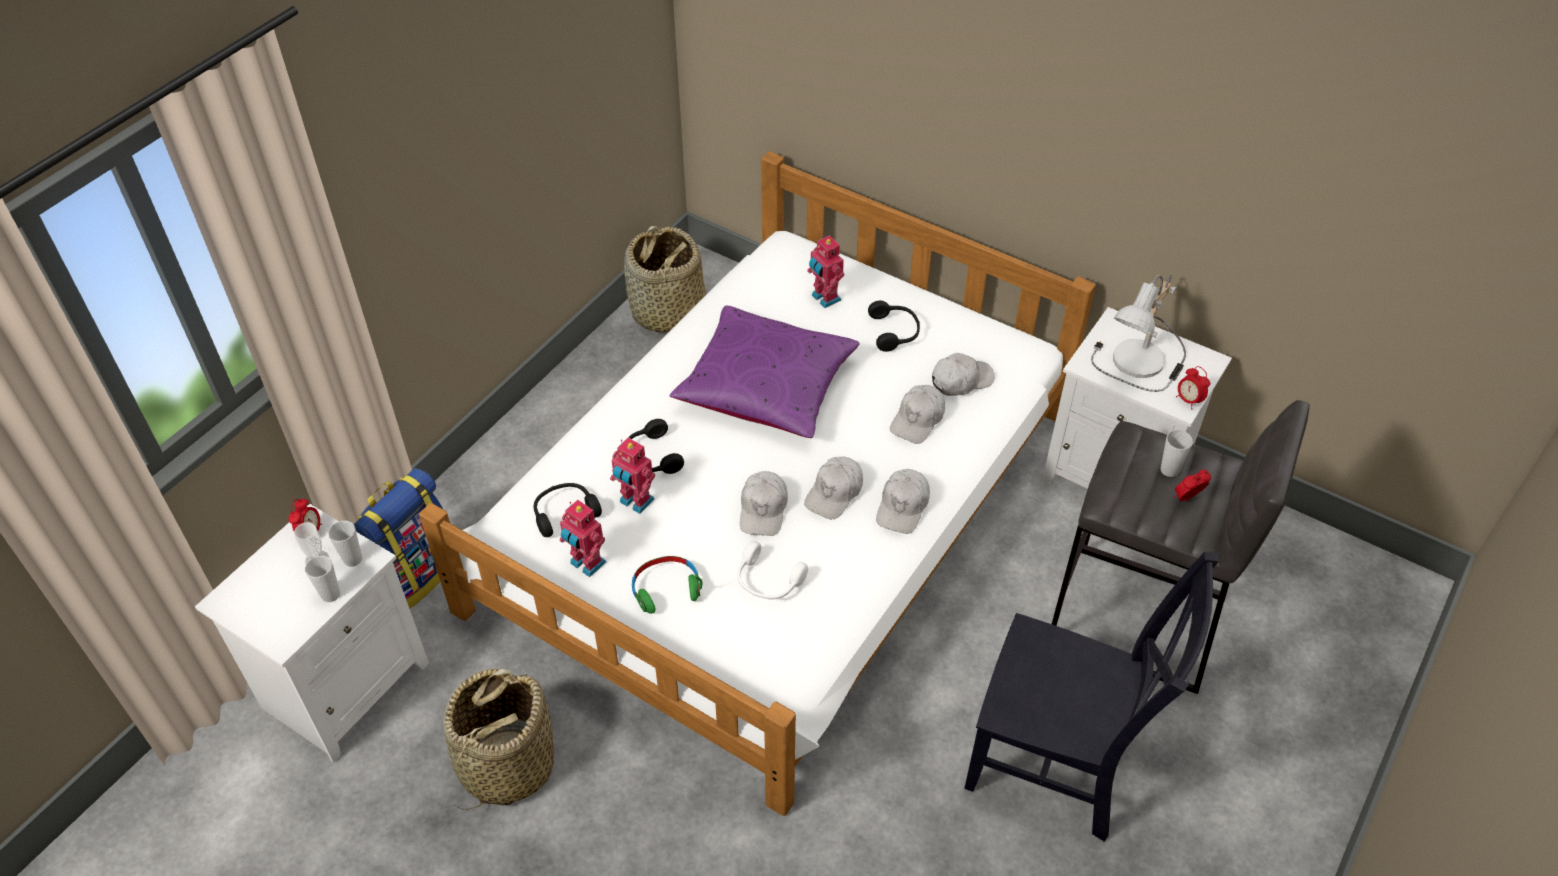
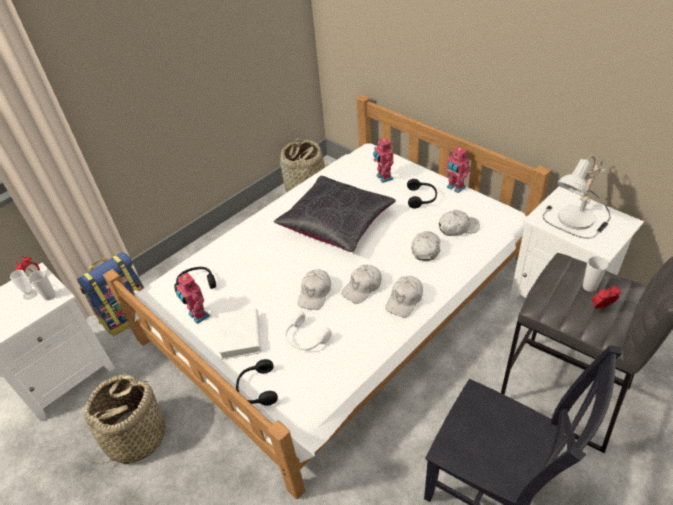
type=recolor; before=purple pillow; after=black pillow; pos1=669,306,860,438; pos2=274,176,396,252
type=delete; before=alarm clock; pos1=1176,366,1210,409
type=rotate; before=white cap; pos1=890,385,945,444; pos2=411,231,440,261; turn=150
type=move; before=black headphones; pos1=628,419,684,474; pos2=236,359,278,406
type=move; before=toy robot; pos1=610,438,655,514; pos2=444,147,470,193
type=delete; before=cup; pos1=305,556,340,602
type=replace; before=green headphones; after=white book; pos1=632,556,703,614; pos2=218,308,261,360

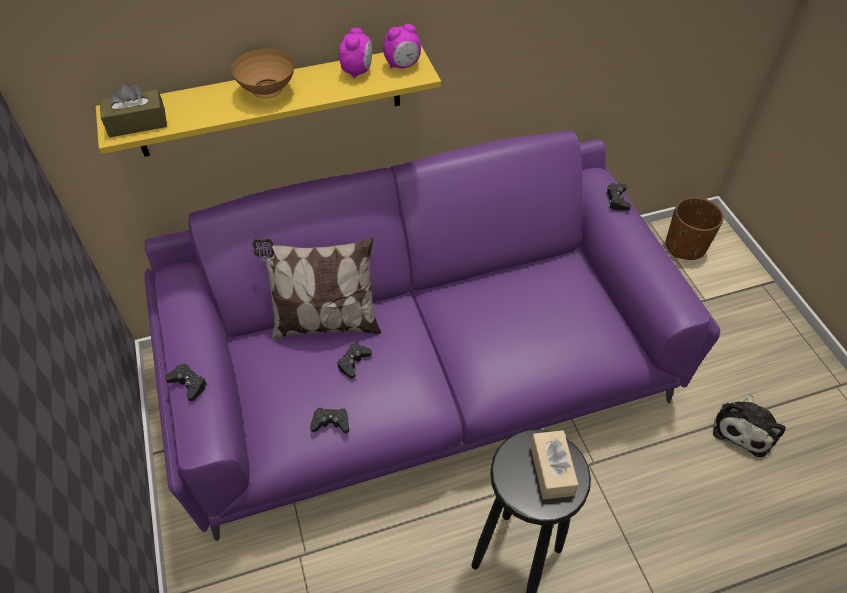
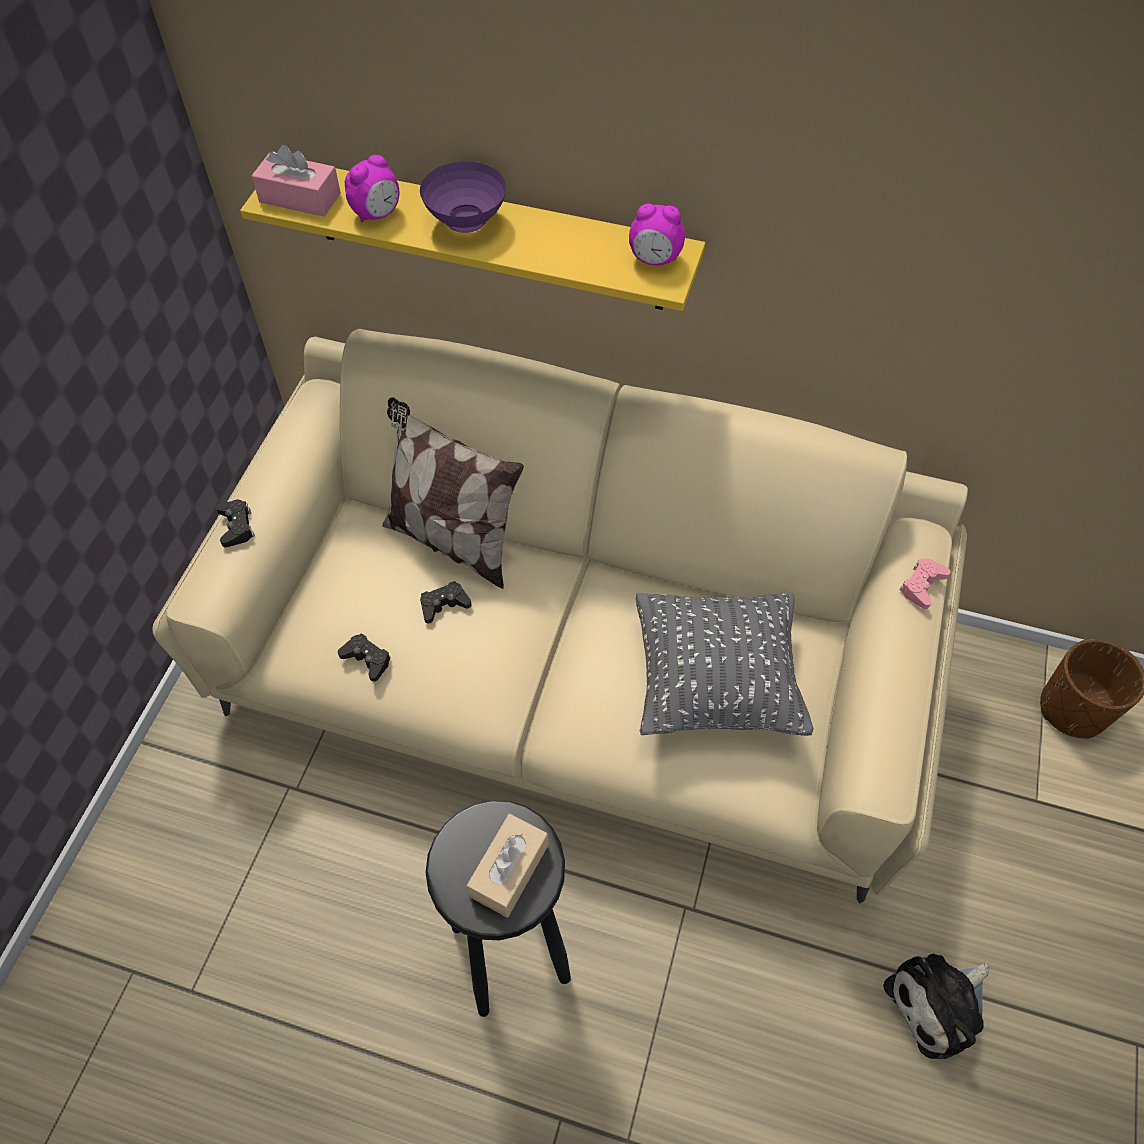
type=move; before=alarm clock; pos1=339,28,372,79; pos2=345,155,399,222
type=recolor; before=brown bowl; after=purple bowl; pos1=231,49,295,99; pos2=420,162,506,233
type=recolor; before=brown tissue box; after=pink tissue box; pos1=100,84,167,137; pos2=251,145,341,217
type=recolor; before=purple sofa; after=beige sofa; pos1=144,130,720,541; pos2=152,329,968,903
type=recolor; before=black game controller; after=pink game controller; pos1=605,183,631,211; pos2=900,558,951,609
type=insert; after=grey pillow; pos2=636,592,813,736

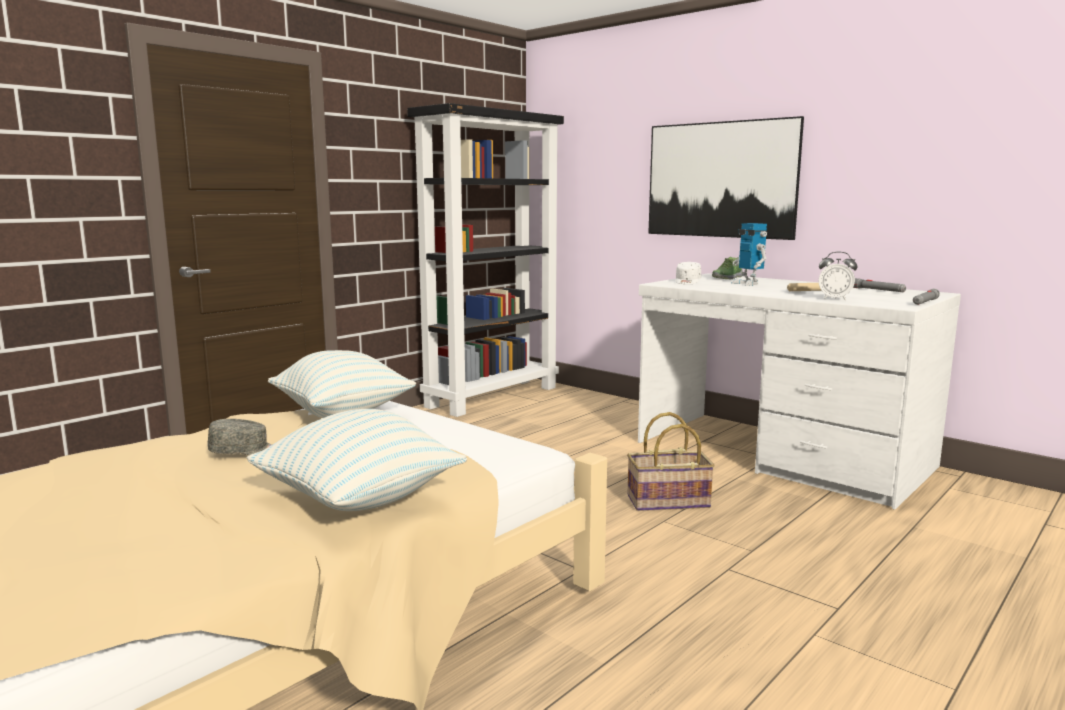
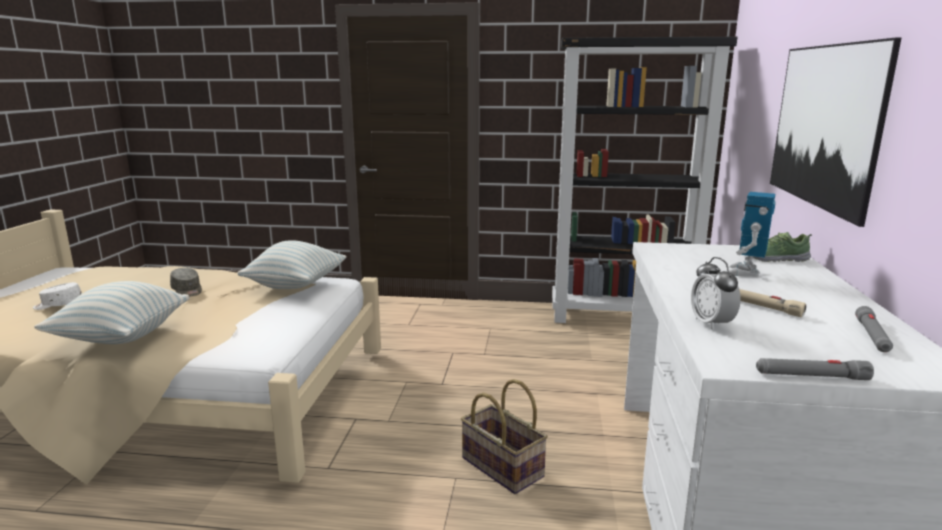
type=move; before=white cap; pos1=676,262,701,284; pos2=33,282,82,310

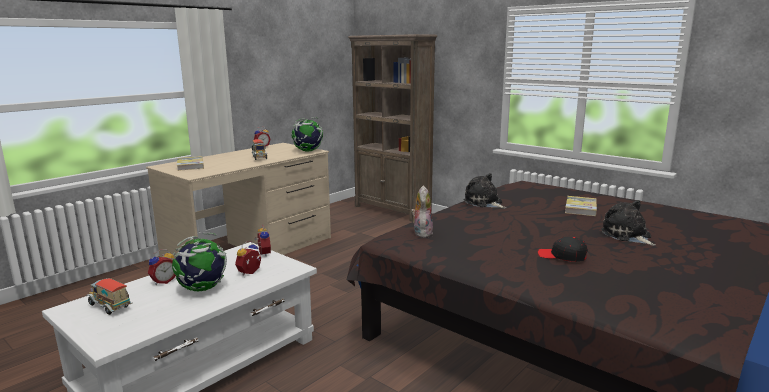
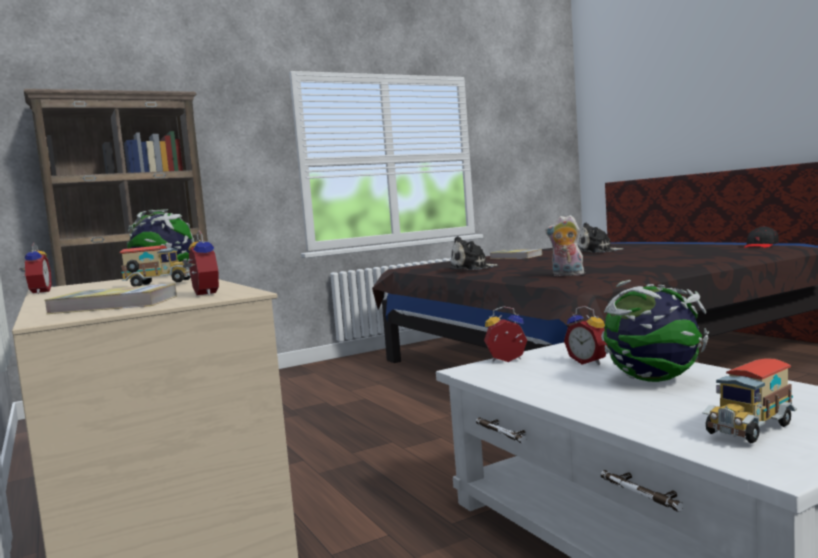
type=move; before=black cap; pos1=538,237,588,262; pos2=744,226,779,248
type=move; before=alarm clock; pos1=148,249,176,285; pos2=182,230,219,295

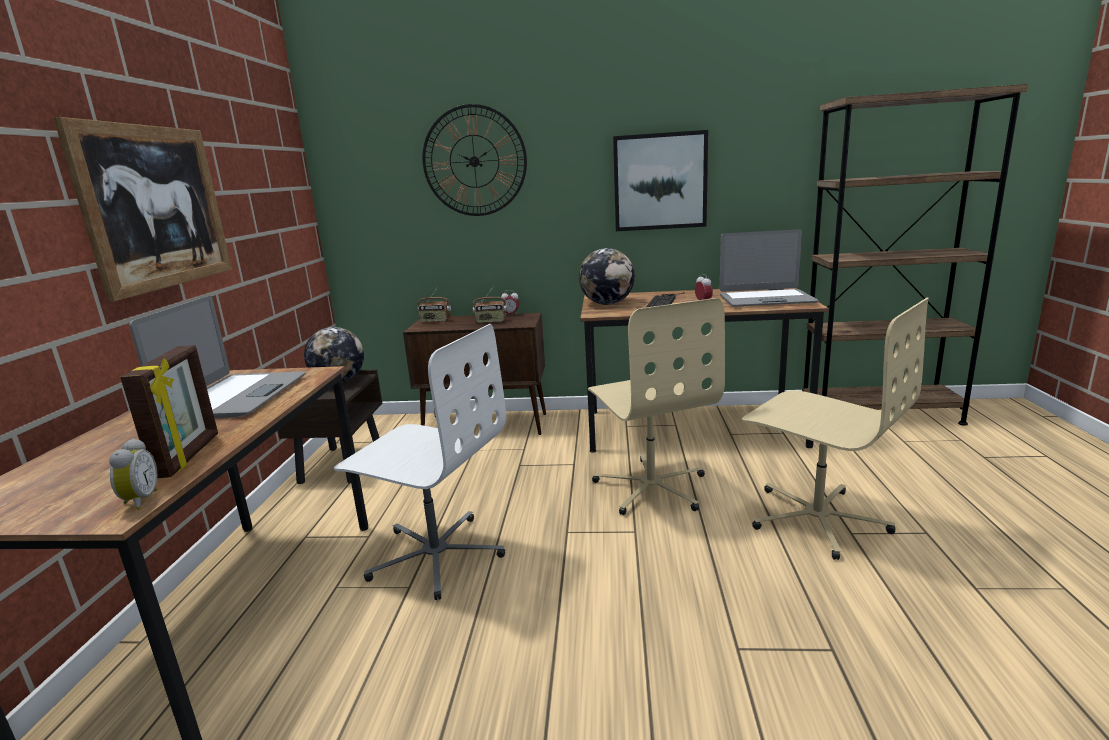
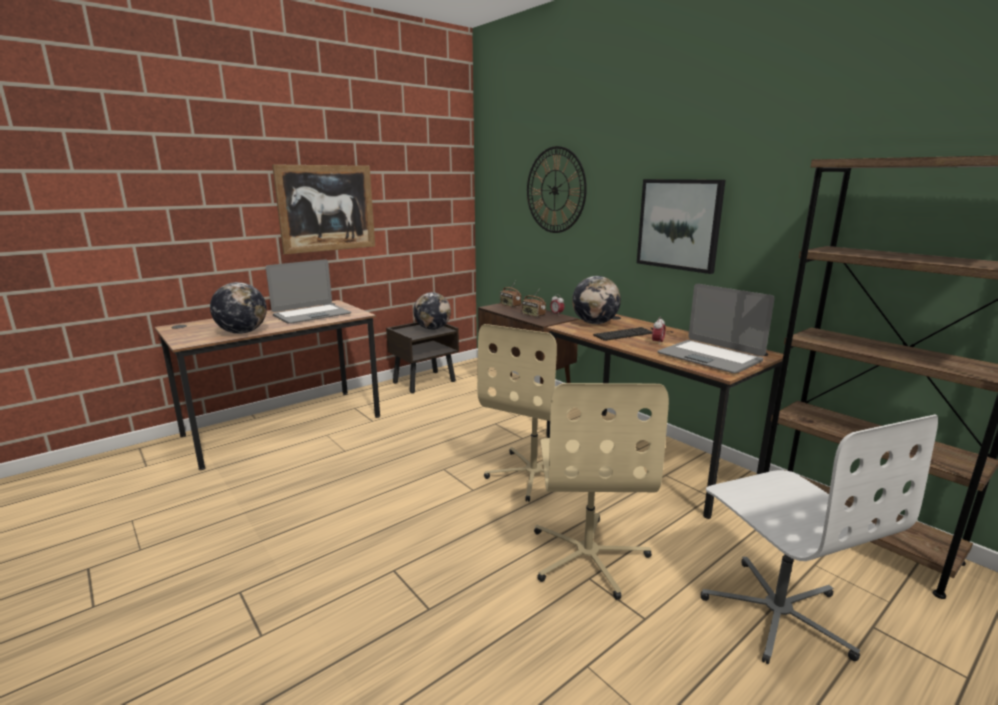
type=move; before=white office chair; pos1=334,324,506,600; pos2=700,414,938,664
type=replace; before=picture frame; after=globe; pos1=120,345,218,478; pos2=210,282,267,334
type=delete; before=alarm clock; pos1=109,438,157,510

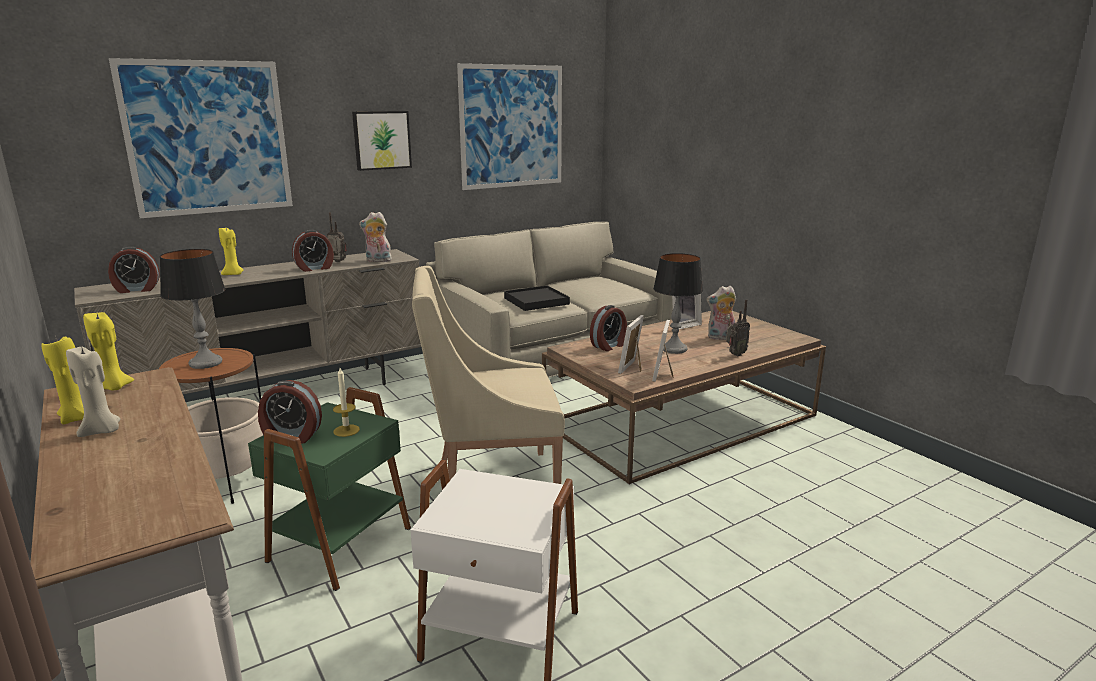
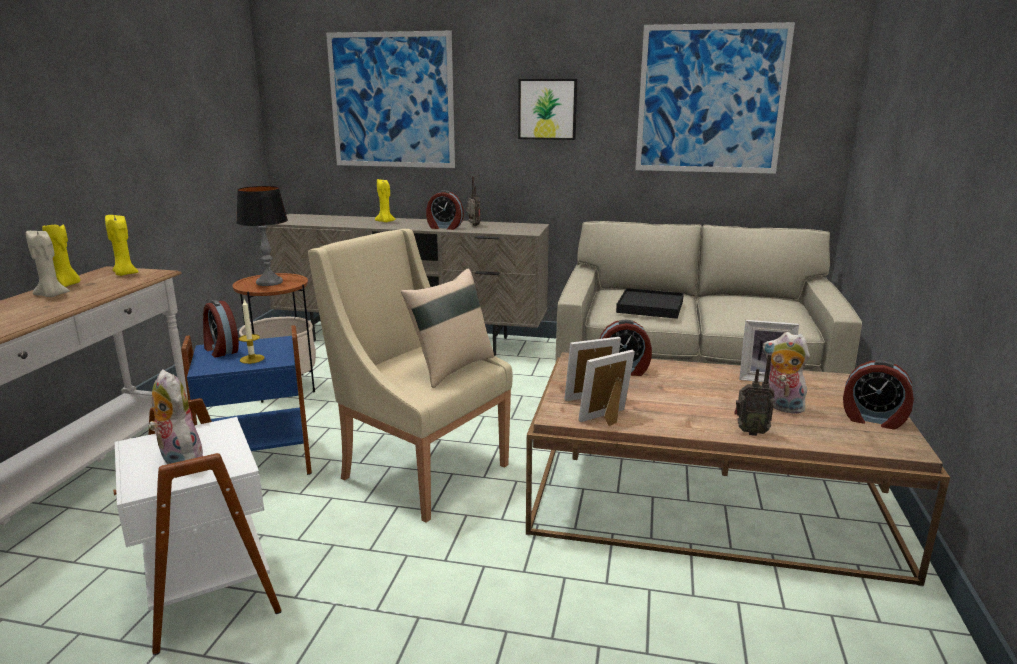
type=move; before=plush toy; pos1=359,212,392,262; pos2=148,370,203,464
type=move; before=alarm clock; pos1=108,247,160,293; pos2=843,360,914,429
type=delete; before=table lamp; pos1=653,253,703,354
type=recolor; before=green side table; after=blue side table; pos1=248,387,411,591; pos2=181,325,312,475
type=insert; after=beige pillow; pos2=401,269,494,388

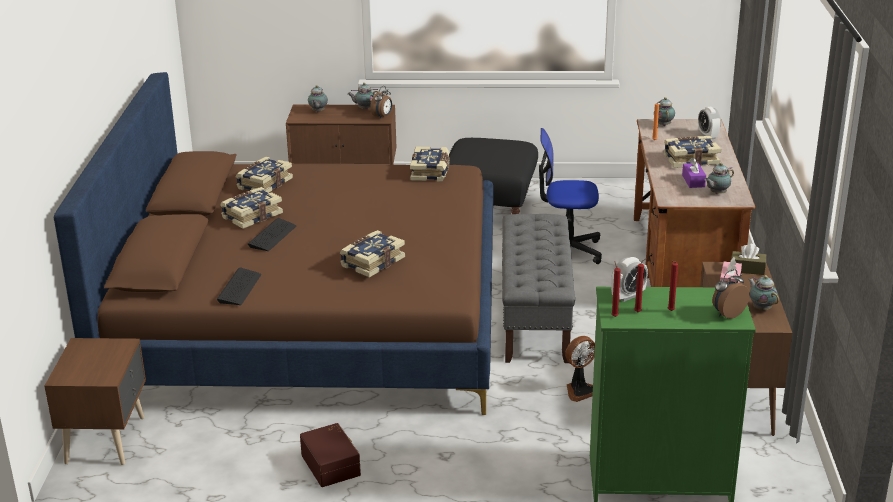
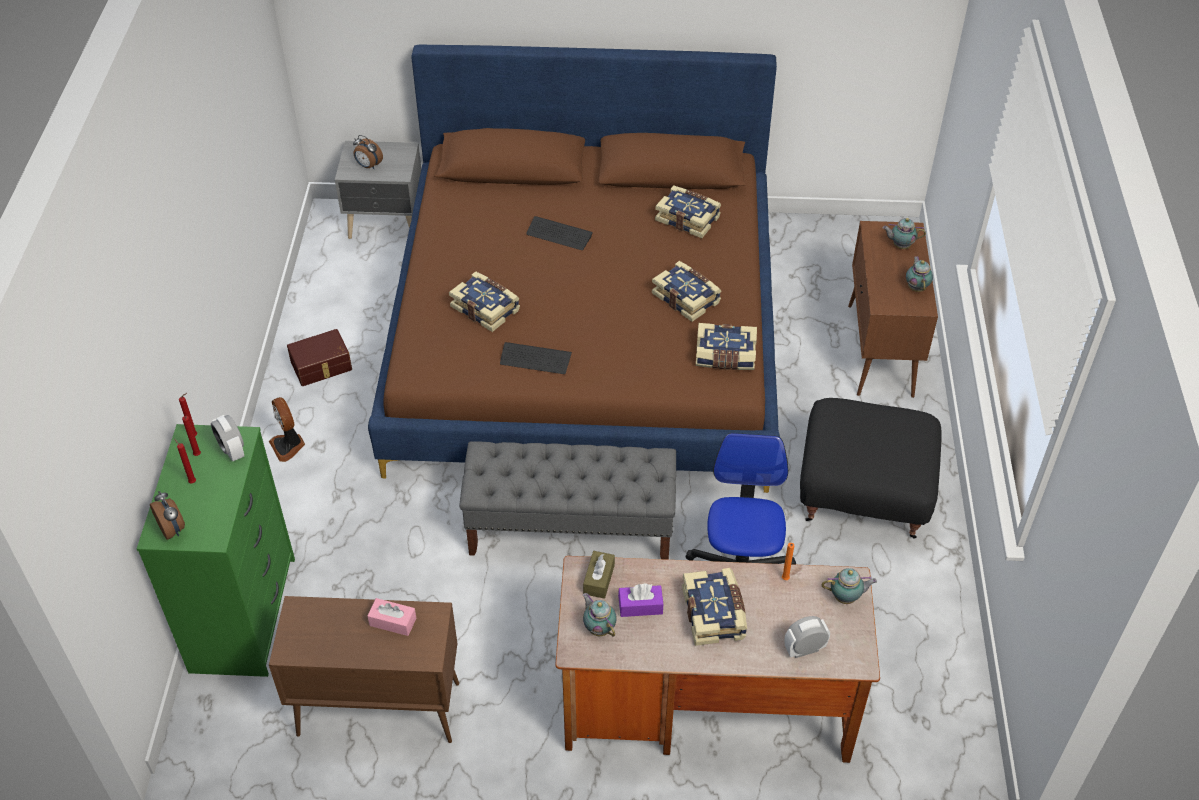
type=move; before=alarm clock; pos1=370,86,392,118; pos2=353,135,383,169
type=move; before=book; pos1=220,187,283,229; pos2=652,261,721,322
type=move; before=brown tissue box; pos1=731,244,766,275; pos2=583,551,615,599
type=move; before=keyboard; pos1=216,267,261,305; pos2=500,342,572,374
type=delete; before=teapot; pos1=748,275,779,311
type=move; before=fan; pos1=565,336,595,402; pos2=269,397,305,462
type=recolor; before=brown nightstand; after=grey nightstand; pos1=44,338,146,465; pos2=335,141,421,239

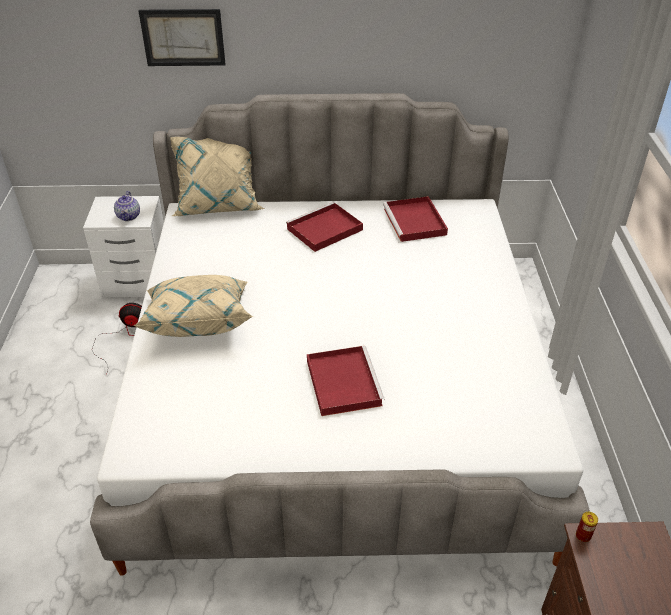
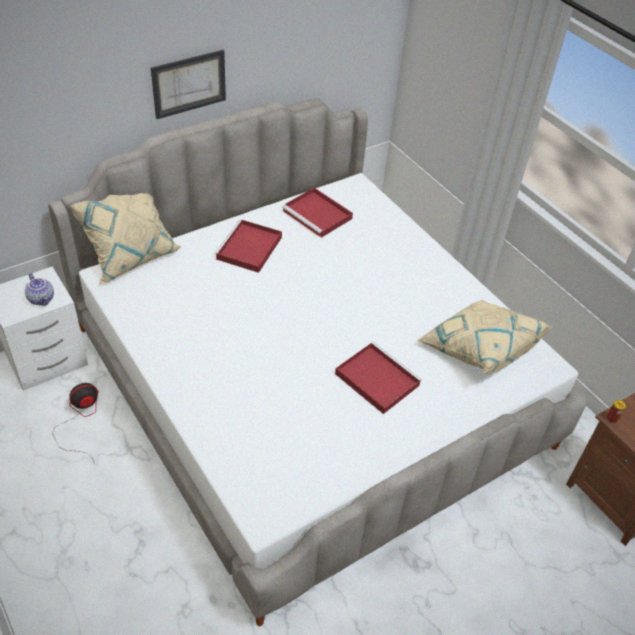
type=move; before=picture; pos1=138,9,226,66; pos2=151,50,226,119
type=move; before=beige pillow; pos1=133,275,253,337; pos2=417,300,552,374

